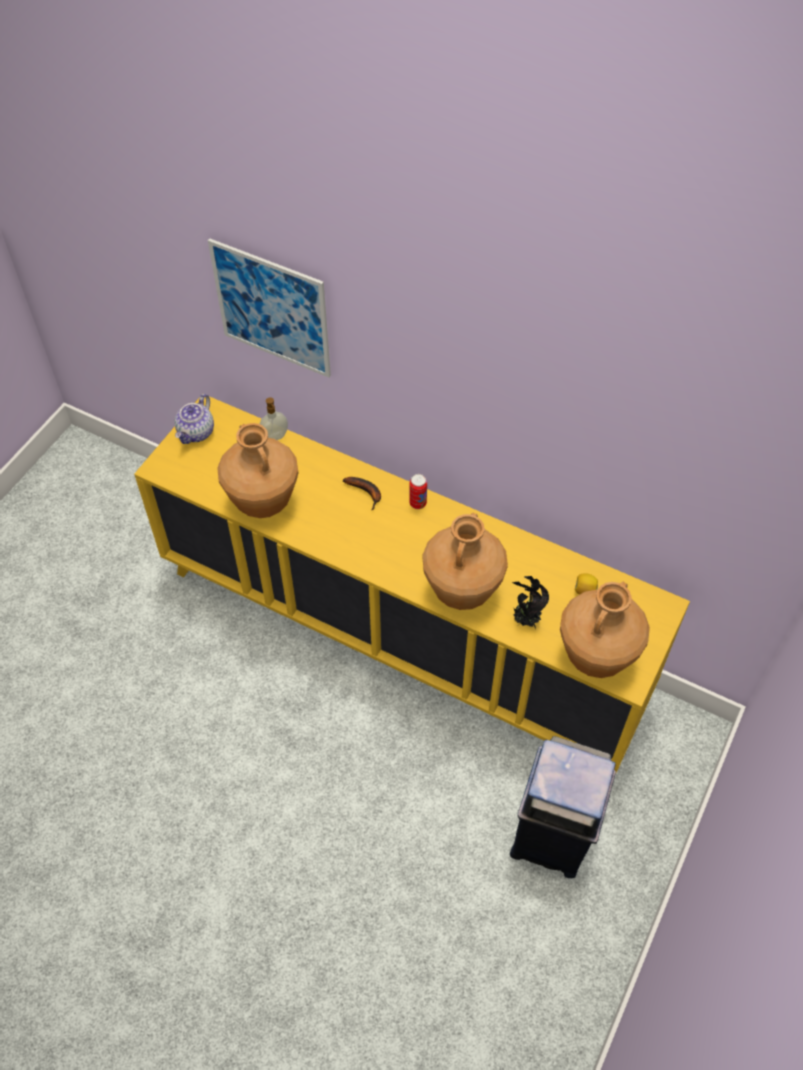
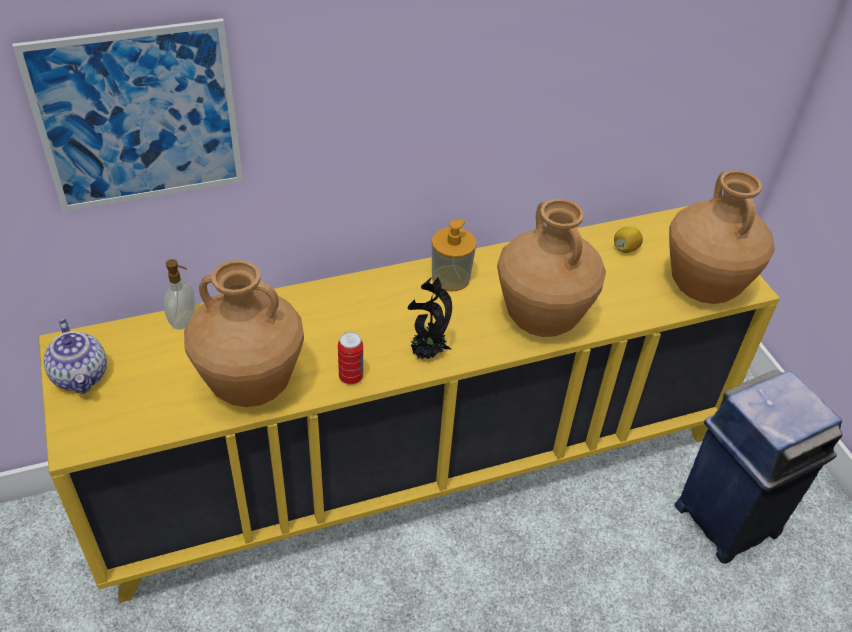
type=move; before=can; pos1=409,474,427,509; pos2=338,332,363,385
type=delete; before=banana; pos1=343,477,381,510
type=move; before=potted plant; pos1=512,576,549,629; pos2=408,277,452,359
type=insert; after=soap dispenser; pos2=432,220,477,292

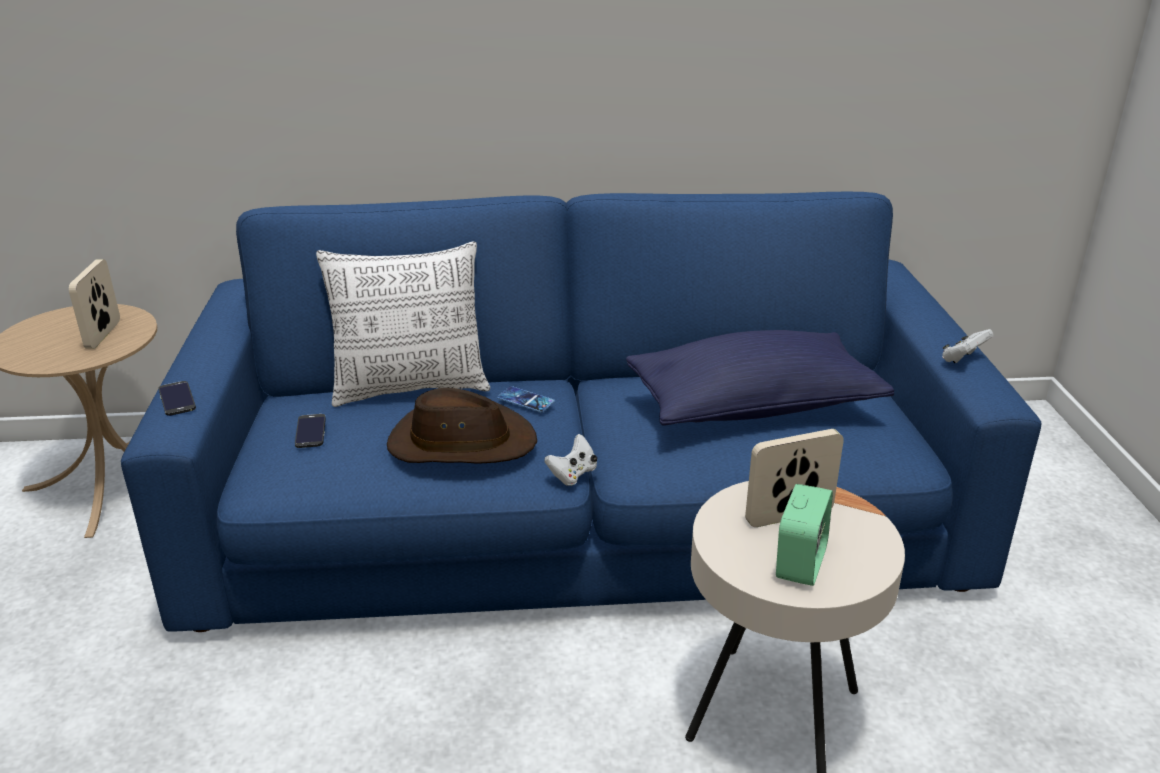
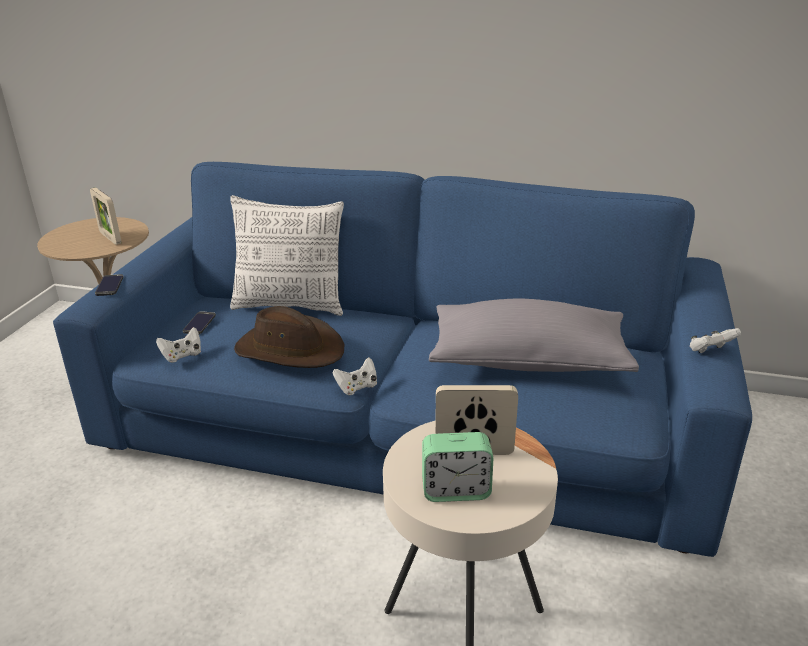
type=rotate; before=picture frame; pos1=69,259,120,349; pos2=90,187,122,245; turn=-60
type=recolor; before=blue pillow; after=grey pillow; pos1=626,330,894,426; pos2=429,298,639,372
type=delete; before=phone; pos1=497,386,555,412
type=rotate; before=alarm clock; pos1=776,484,833,586; pos2=422,432,493,502; turn=45
type=insert; after=white game controller; pos2=156,327,201,363

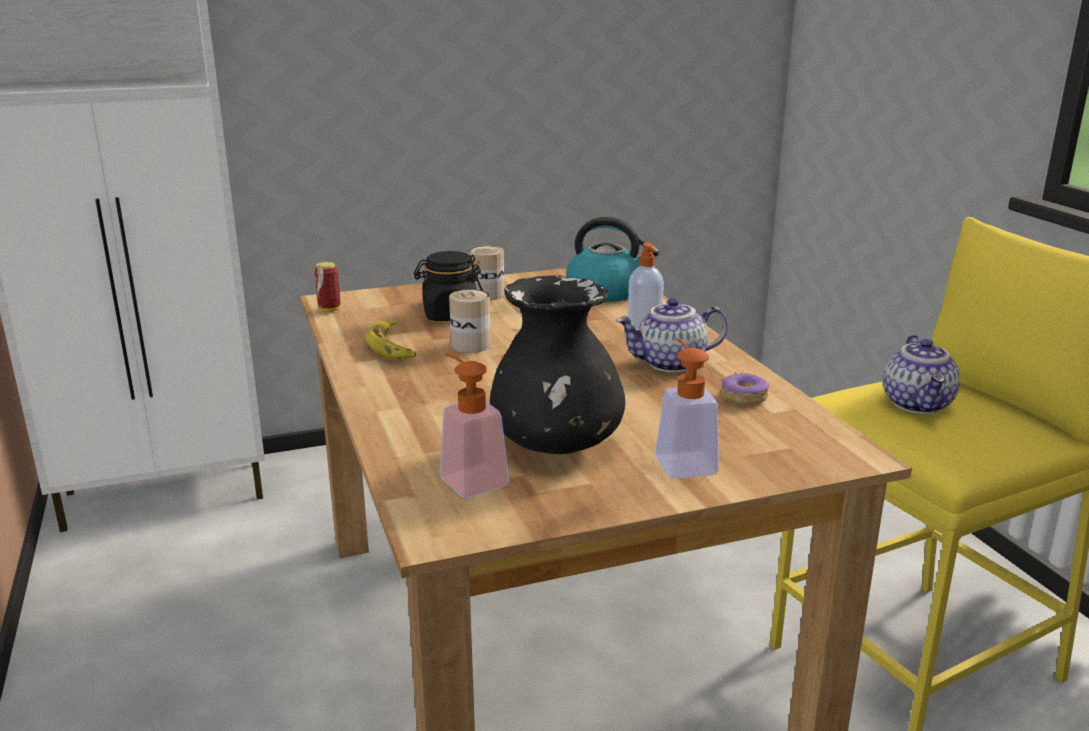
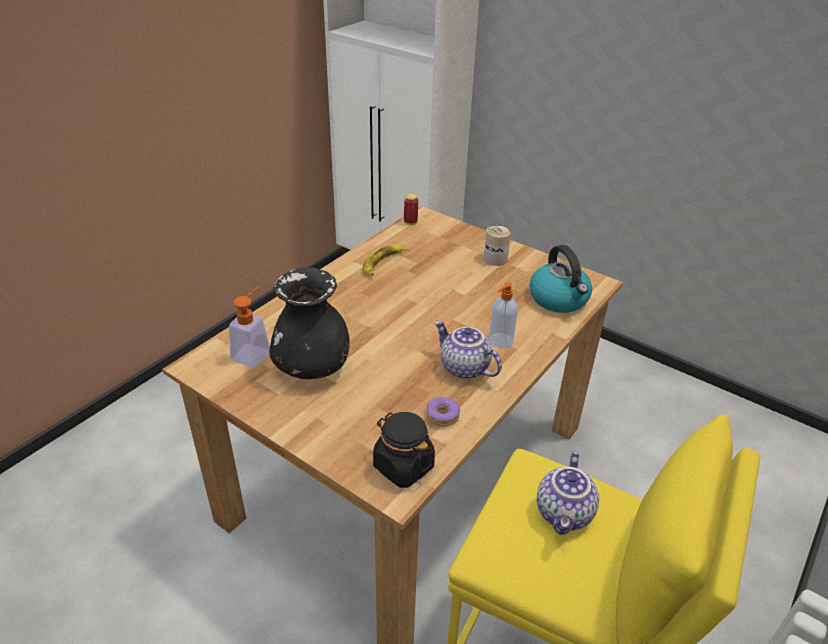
type=move; before=black jar; pos1=414,251,483,321; pos2=373,412,435,488
type=delete; before=can; pos1=449,289,491,353
type=rotate; before=teapot; pos1=883,335,960,414; pos2=537,451,599,535; turn=-45
type=delete; before=soap dispenser; pos1=655,338,719,479

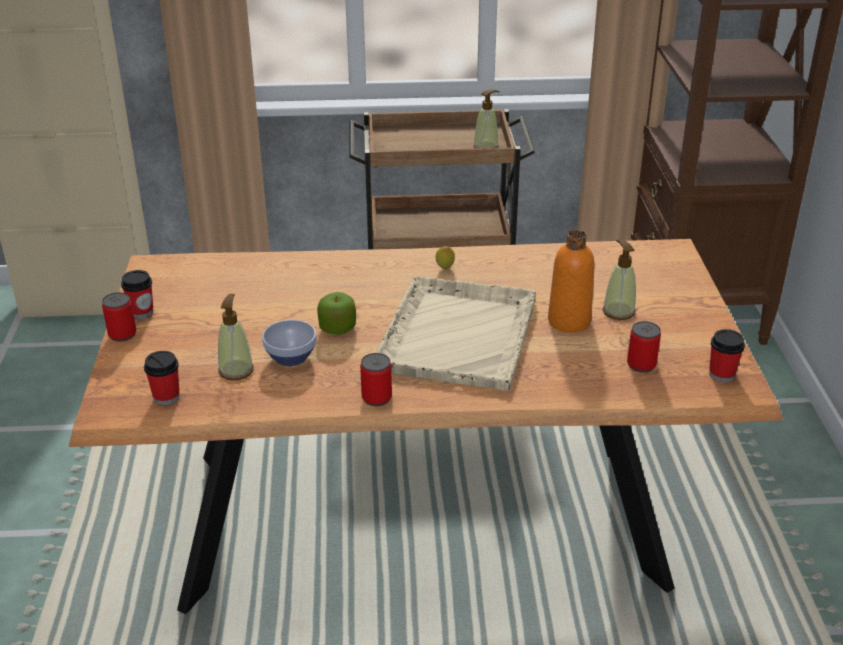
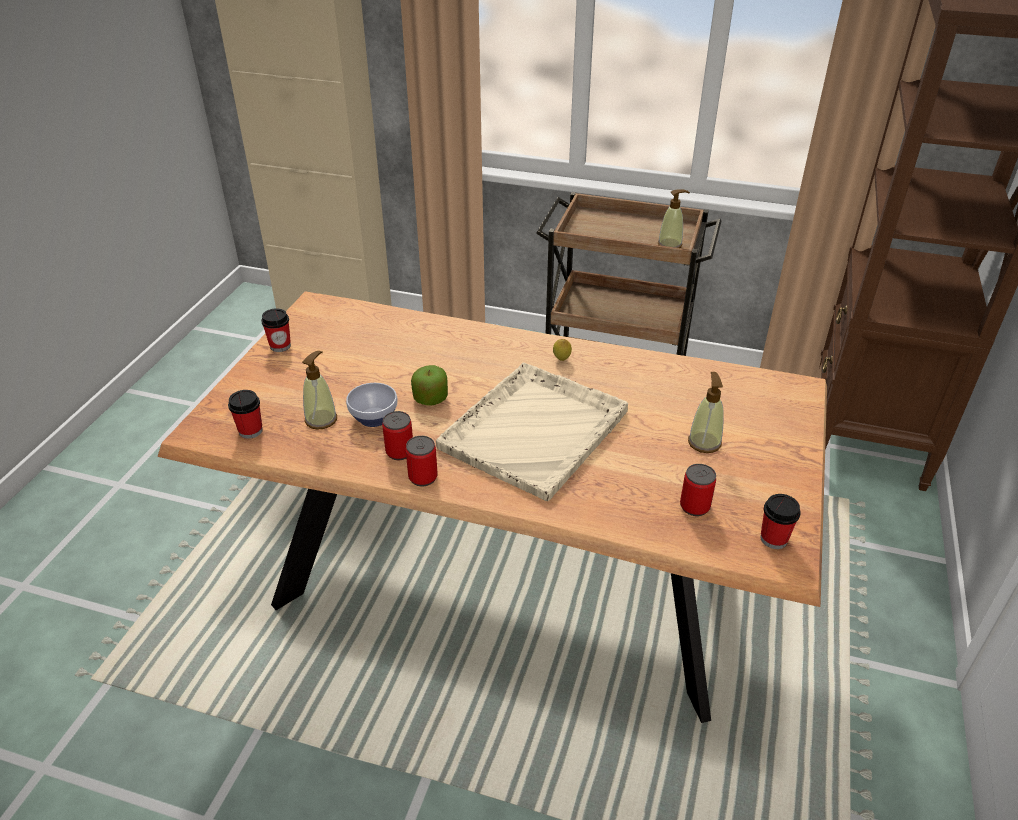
type=delete; before=orange bottle; pos1=548,230,595,332
type=move; before=can; pos1=102,292,136,342; pos2=382,411,413,460

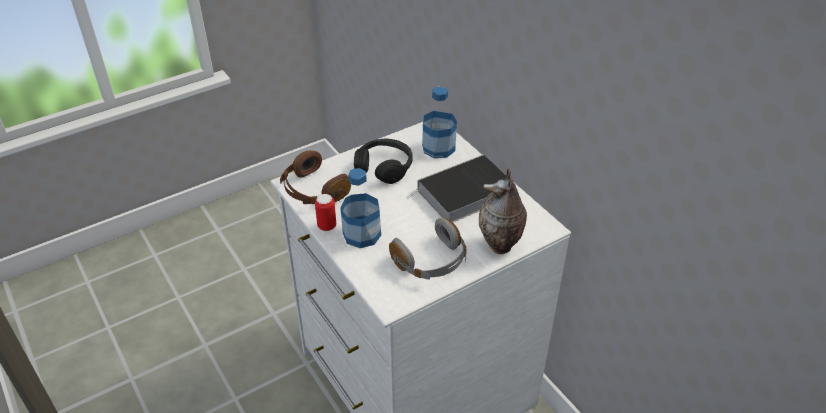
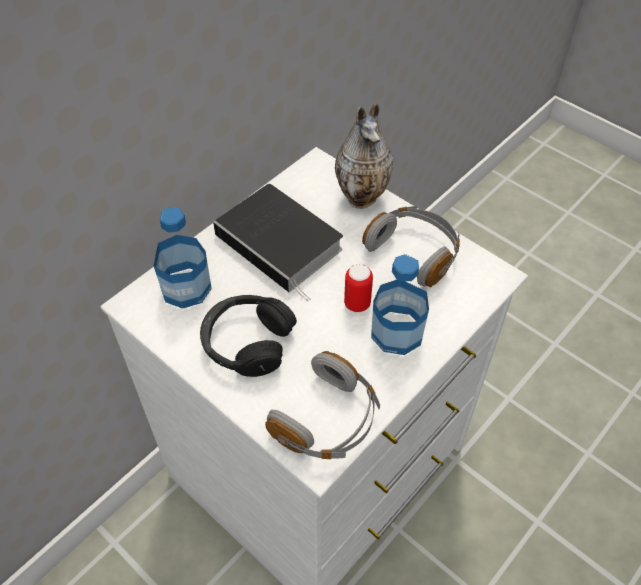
type=recolor; before=brown headphones; after=grey headphones; pos1=280,150,351,204; pos2=265,351,380,459
type=move; before=can; pos1=315,194,336,231; pos2=344,264,373,312

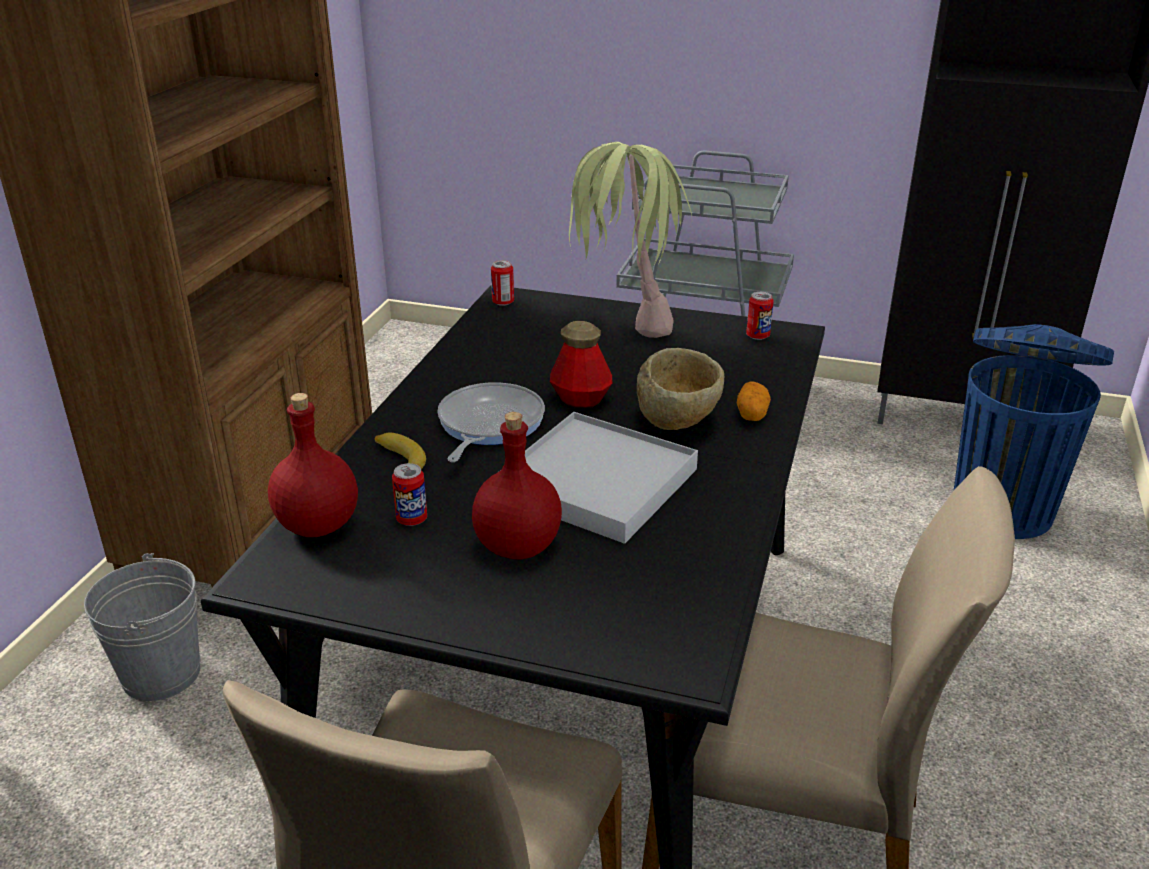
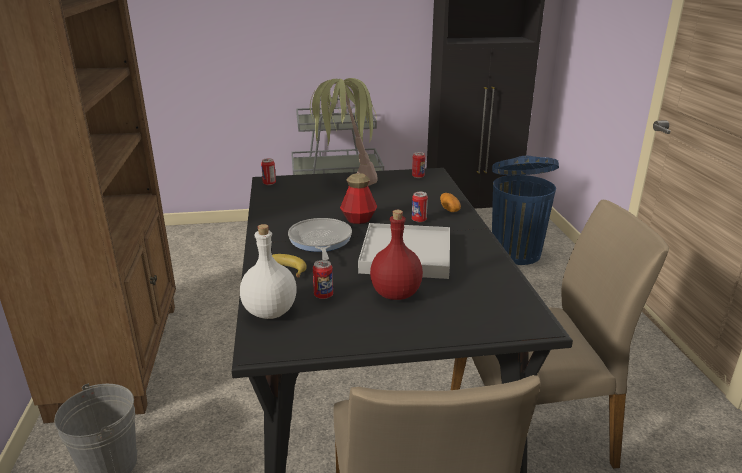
type=replace; before=beige bowl; after=can; pos1=637,348,724,430; pos2=412,192,428,222
type=recolor; before=red bottle; after=white bottle; pos1=268,393,358,537; pos2=240,224,297,319

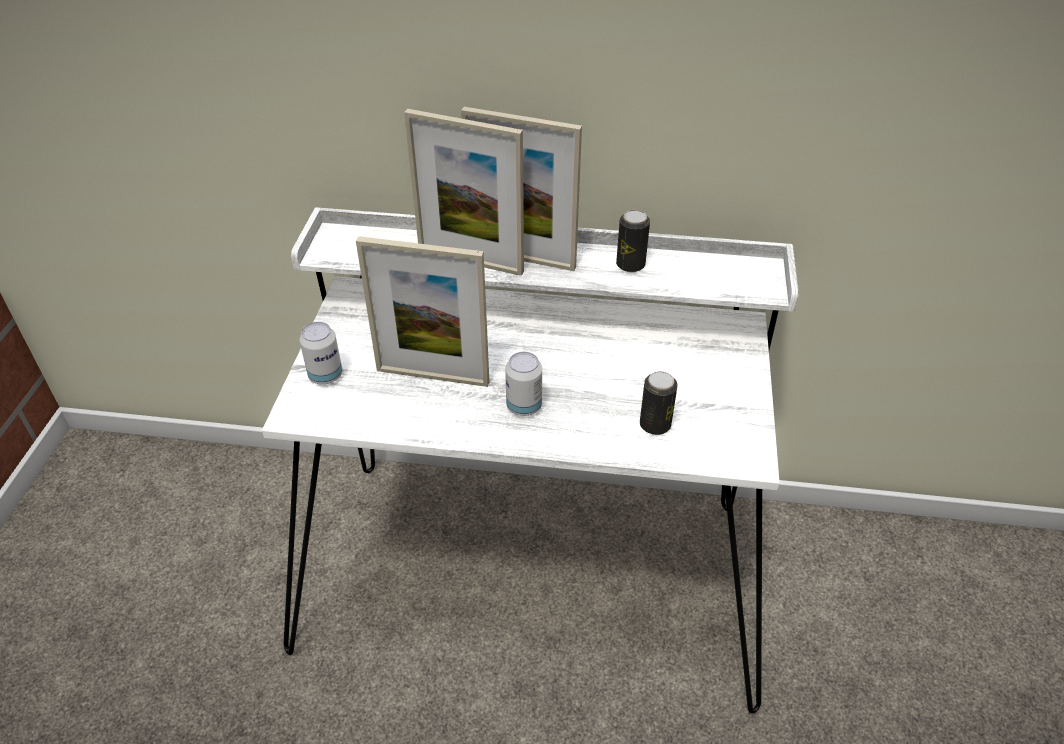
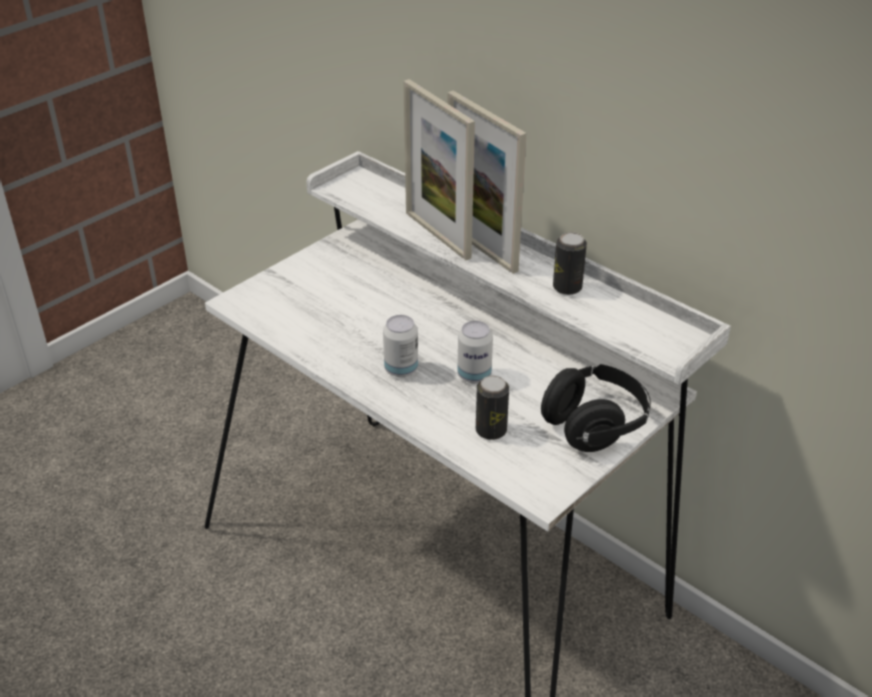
type=delete; before=picture frame; pos1=356,236,489,387
type=move; before=can; pos1=299,322,343,384; pos2=458,321,493,384
type=insert; after=black headphones; pos2=541,364,651,452

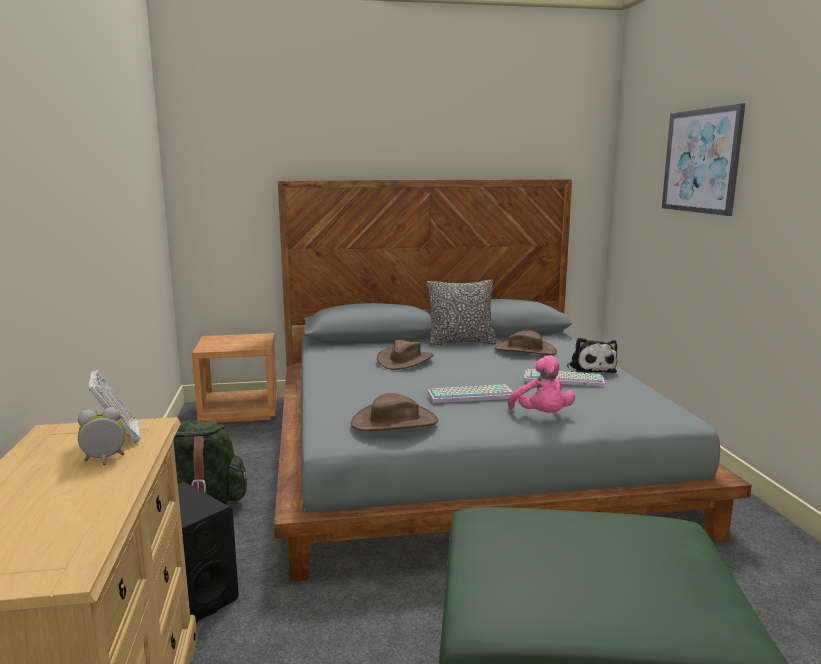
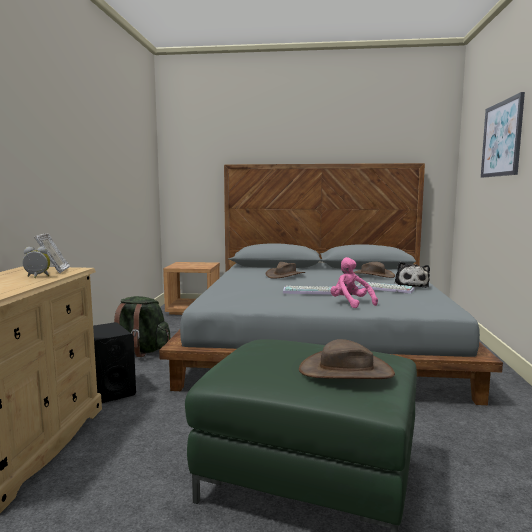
type=delete; before=pillow; pos1=427,280,497,346
type=rotate; before=pink plush toy; pos1=508,356,575,413; pos2=331,257,378,308; turn=150
type=move; before=brown hat; pos1=351,393,438,431; pos2=299,339,395,379

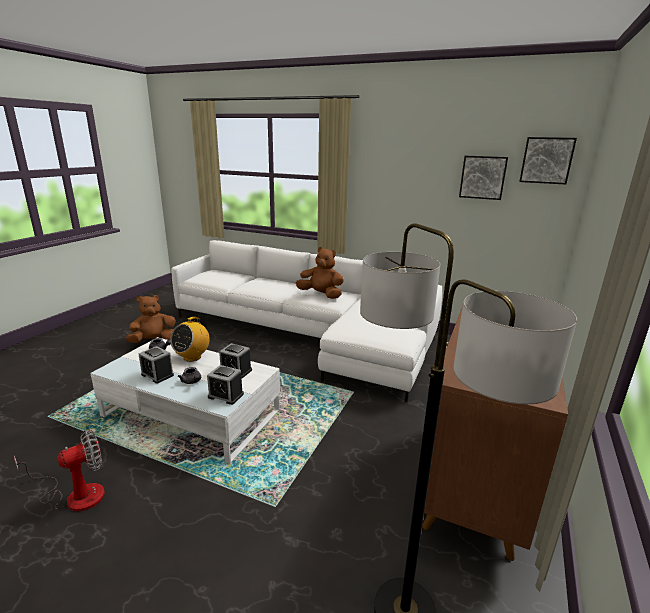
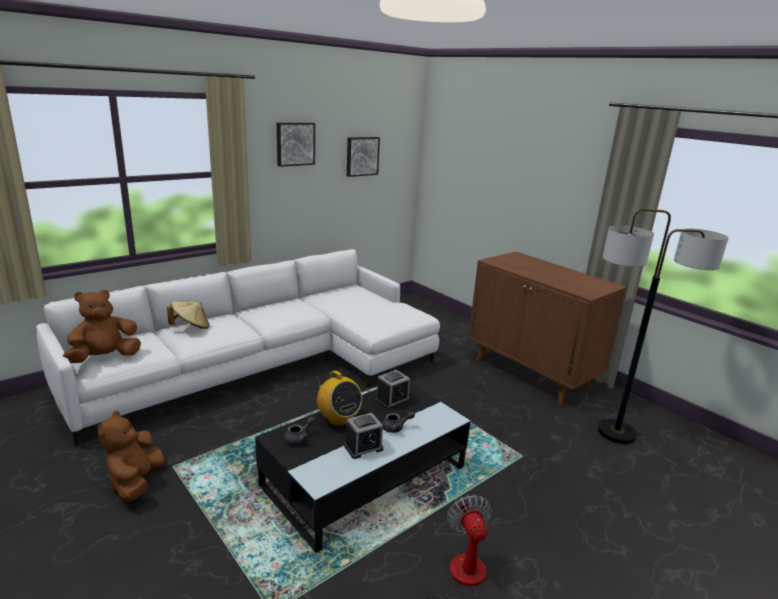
type=move; before=picture; pos1=519,137,577,185; pos2=277,123,315,167
type=move; before=brown plush toy; pos1=296,247,344,299; pos2=63,289,141,363
type=recolor; before=white coffee table; after=black coffee table; pos1=90,337,280,464; pos2=255,382,470,553
type=delete; before=alarm clock; pos1=207,365,244,405
type=insert; after=beige hat; pos2=167,301,210,329

